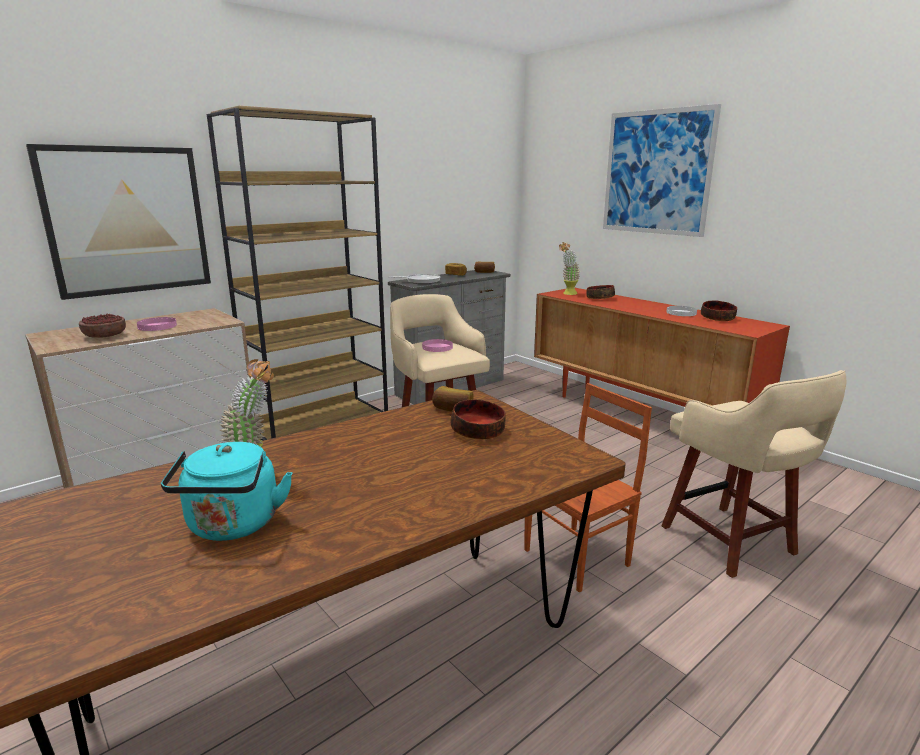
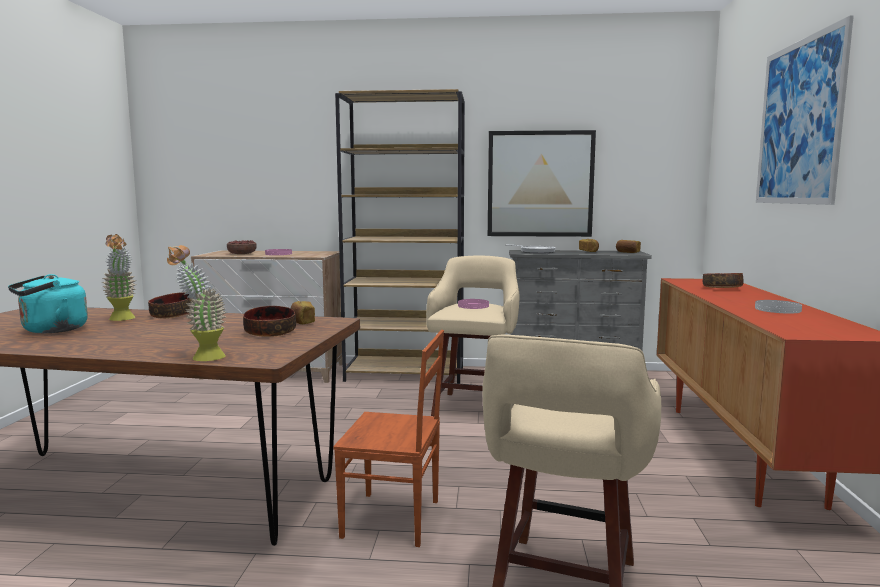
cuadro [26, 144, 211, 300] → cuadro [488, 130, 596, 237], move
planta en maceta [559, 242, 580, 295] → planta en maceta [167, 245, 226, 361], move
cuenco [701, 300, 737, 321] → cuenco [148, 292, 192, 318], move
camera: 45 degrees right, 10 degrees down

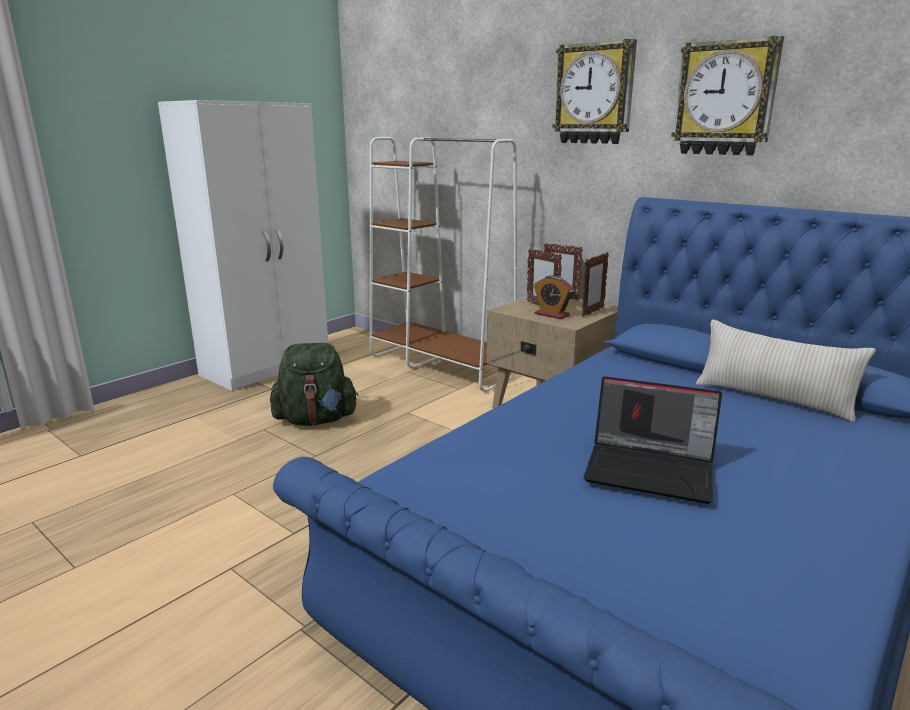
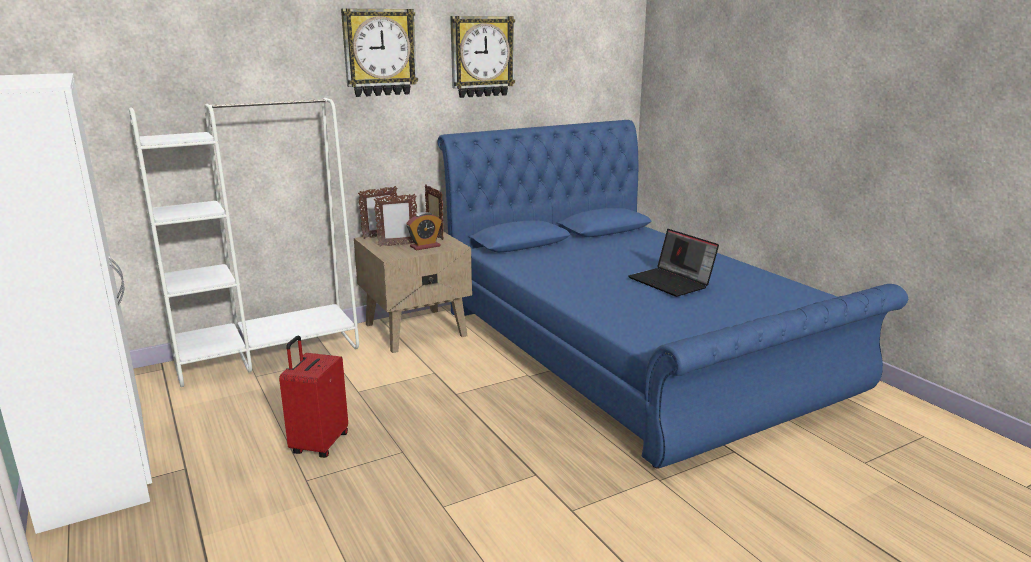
cojín/beis [696, 320, 876, 422] → -
mochila/verde [270, 343, 358, 426] → maleta/rojo [279, 336, 348, 458]
perchero/marrón [370, 137, 517, 392] → perchero/blanco [129, 98, 359, 387]
portátil [583, 376, 722, 504] → portátil [628, 229, 719, 297], 105 degrees clockwise
camera: 70 degrees left, 0 degrees up

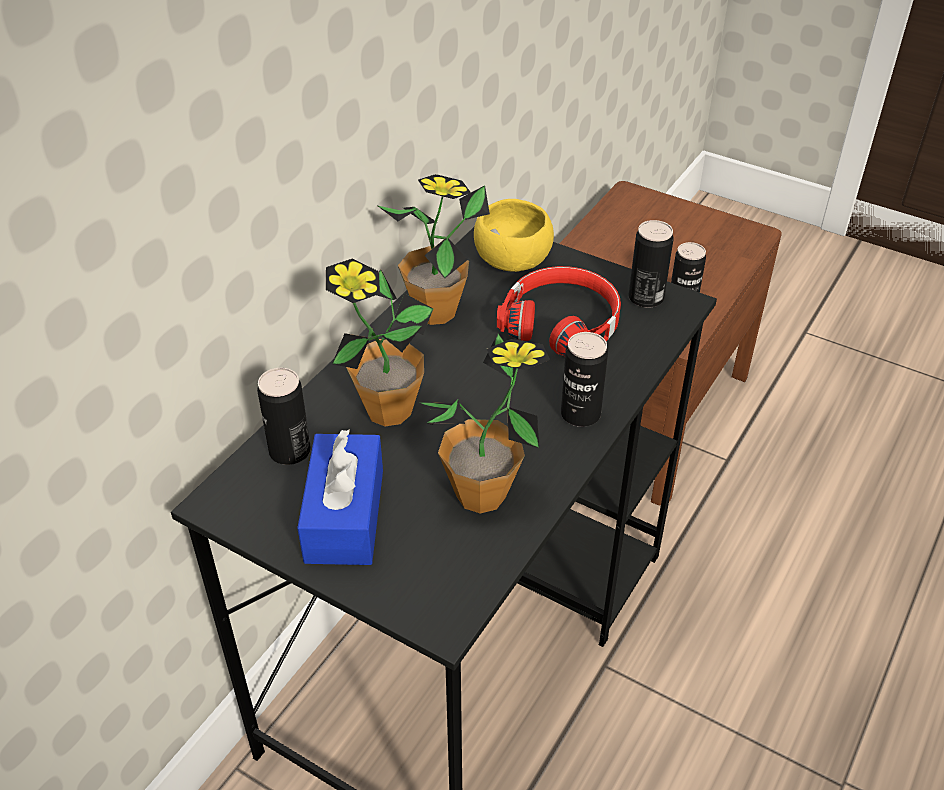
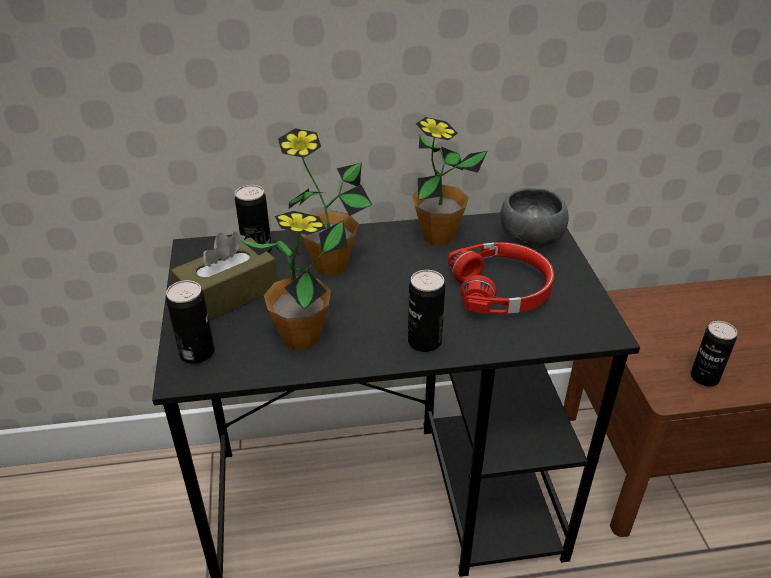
lata [629, 220, 674, 308] → lata [166, 280, 215, 364], move
caja de pañuelos/azul [298, 429, 383, 565] → caja de pañuelos/marrón [171, 232, 278, 320]
cuenco/amarillo [474, 199, 554, 272] → cuenco/gris [500, 188, 569, 248]
camera: 50 degrees right, 5 degrees down

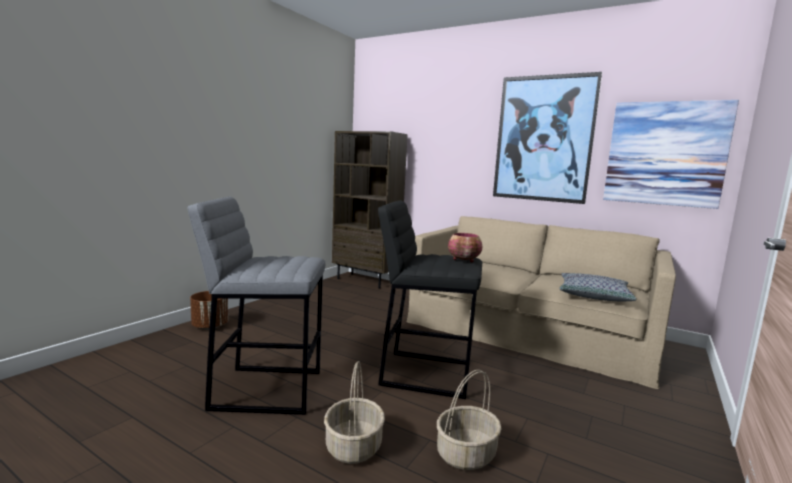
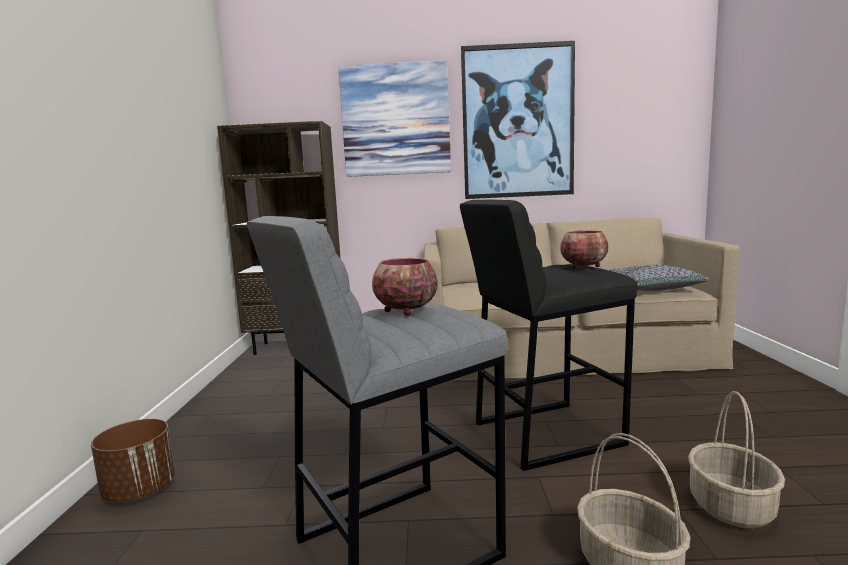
- → cuenco [372, 258, 437, 316]
cuadro [603, 100, 739, 209] → cuadro [338, 60, 451, 177], move
camera: 30 degrees left, 0 degrees up

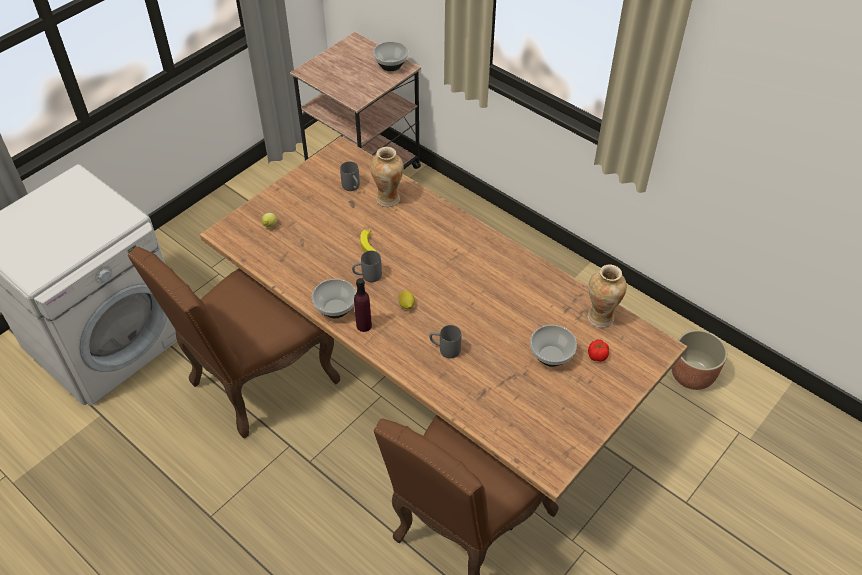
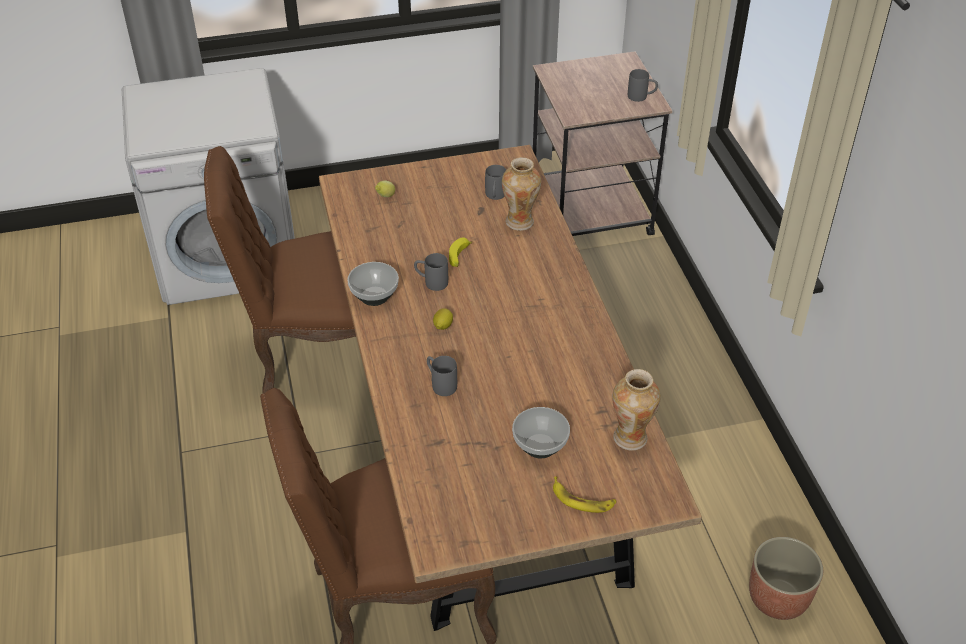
botella/morado [354, 278, 372, 332] → -
tomate [588, 339, 609, 362] → -
- → plátano [553, 477, 616, 513]
cuenco [373, 41, 408, 71] → taza grande/gris [628, 69, 658, 102]
camera: 35 degrees right, 5 degrees down

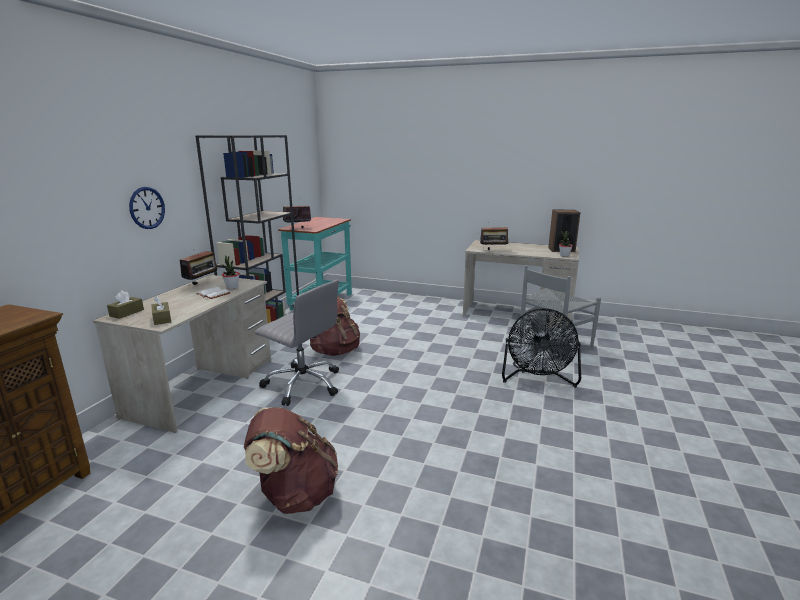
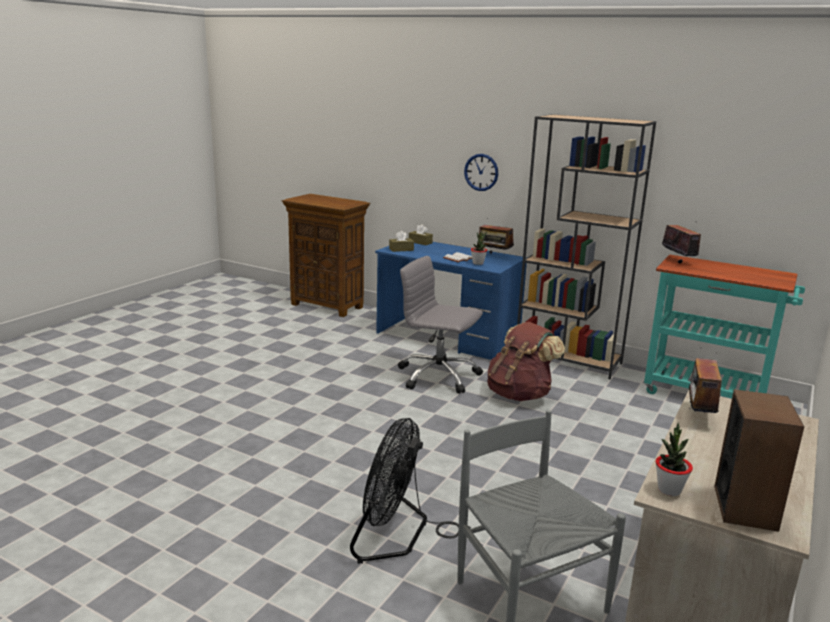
mochila/marrón [244, 407, 338, 514] → -
escritorio/beis [93, 275, 271, 433] → escritorio/azul [375, 242, 527, 360]
silla de oficina/gris [255, 280, 339, 406] → silla de oficina/gris [398, 256, 483, 394], 75 degrees clockwise
camera: 100 degrees right, 0 degrees up

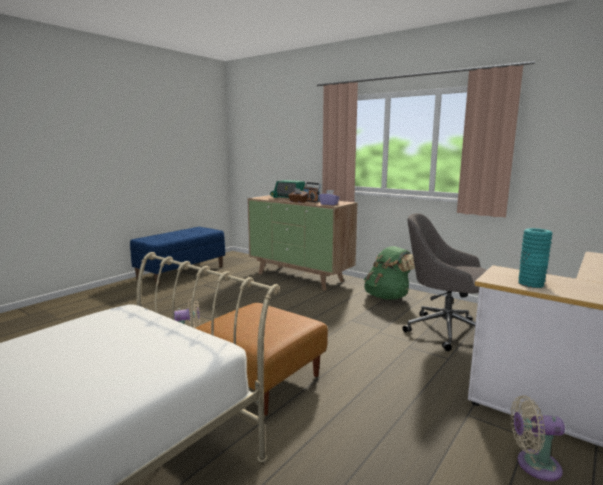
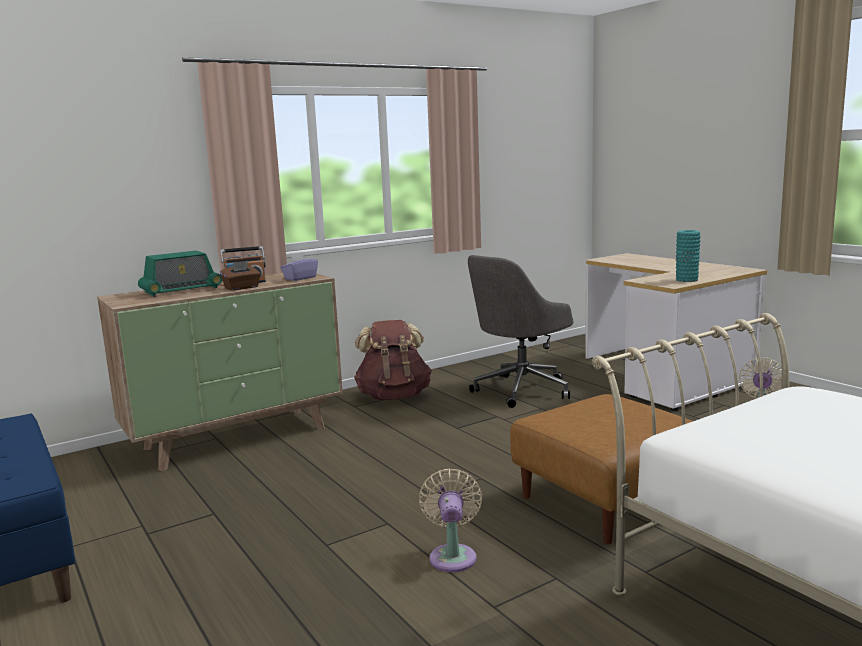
mochila/verde [364, 246, 415, 300] → mochila/marrón [354, 320, 432, 400]
camera: 70 degrees left, 0 degrees up

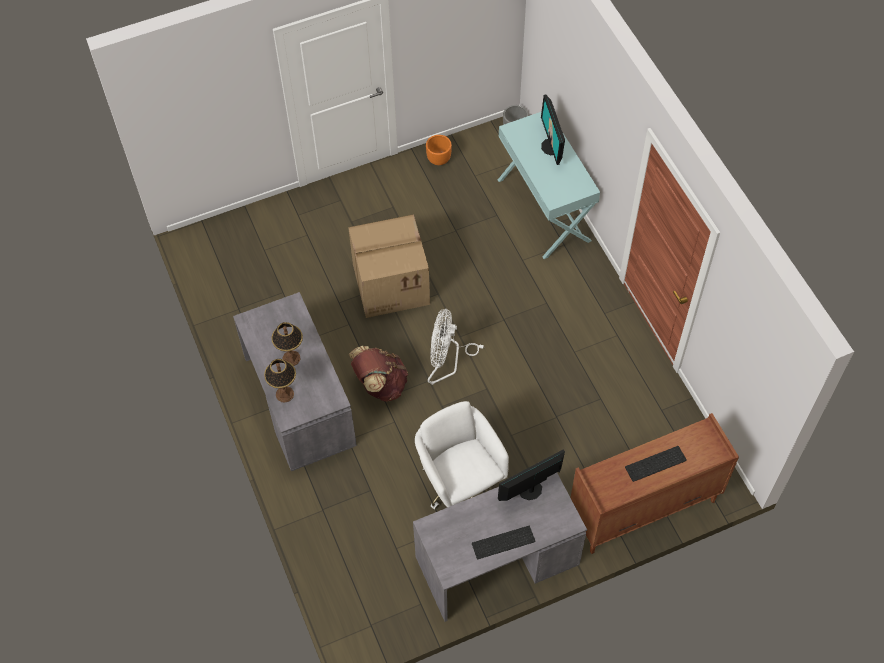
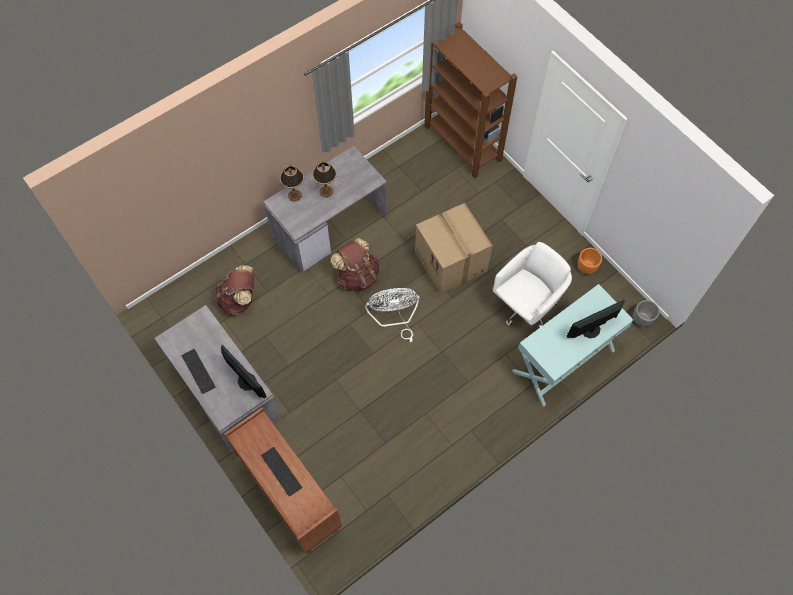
- → mochila/marrón [215, 265, 254, 316]
- → estantería/marrón [424, 22, 517, 178]
silla de oficina/blanco [415, 401, 509, 510] → silla de oficina/blanco [493, 242, 572, 329], move
camera: 75 degrees right, 5 degrees up

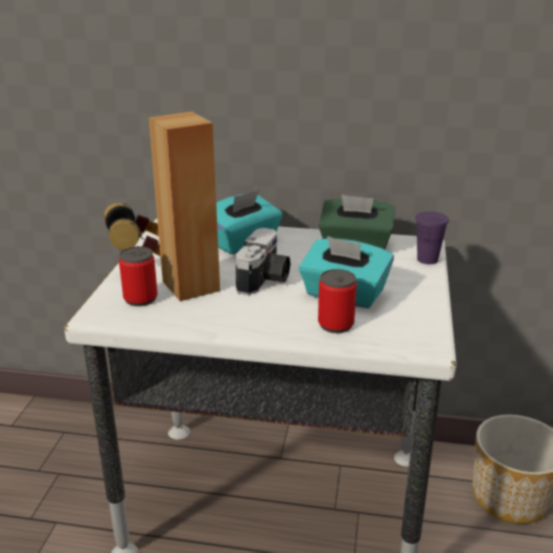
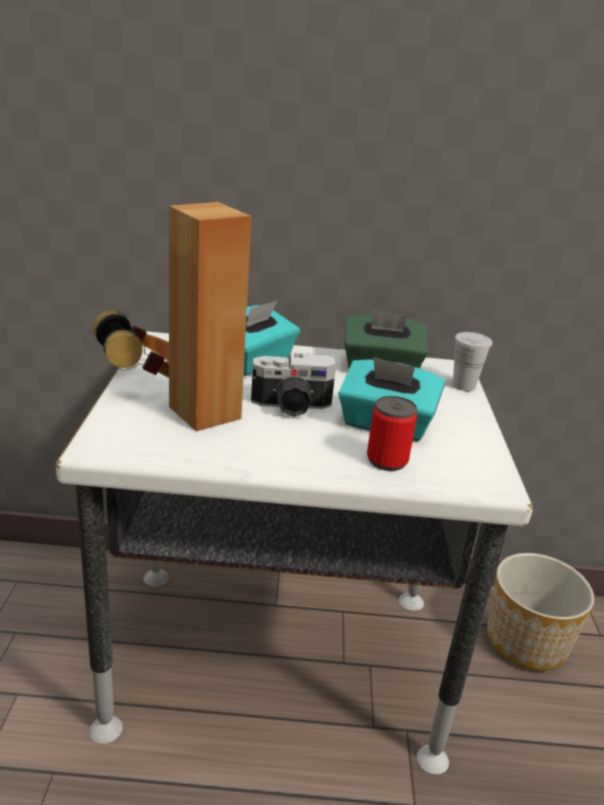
lata [119, 246, 157, 306] → -
taza/morado [415, 211, 449, 264] → taza/blanco [452, 332, 493, 391]
cámara [236, 227, 291, 295] → cámara [251, 353, 336, 417], 75 degrees clockwise
camera: 10 degrees left, 0 degrees up

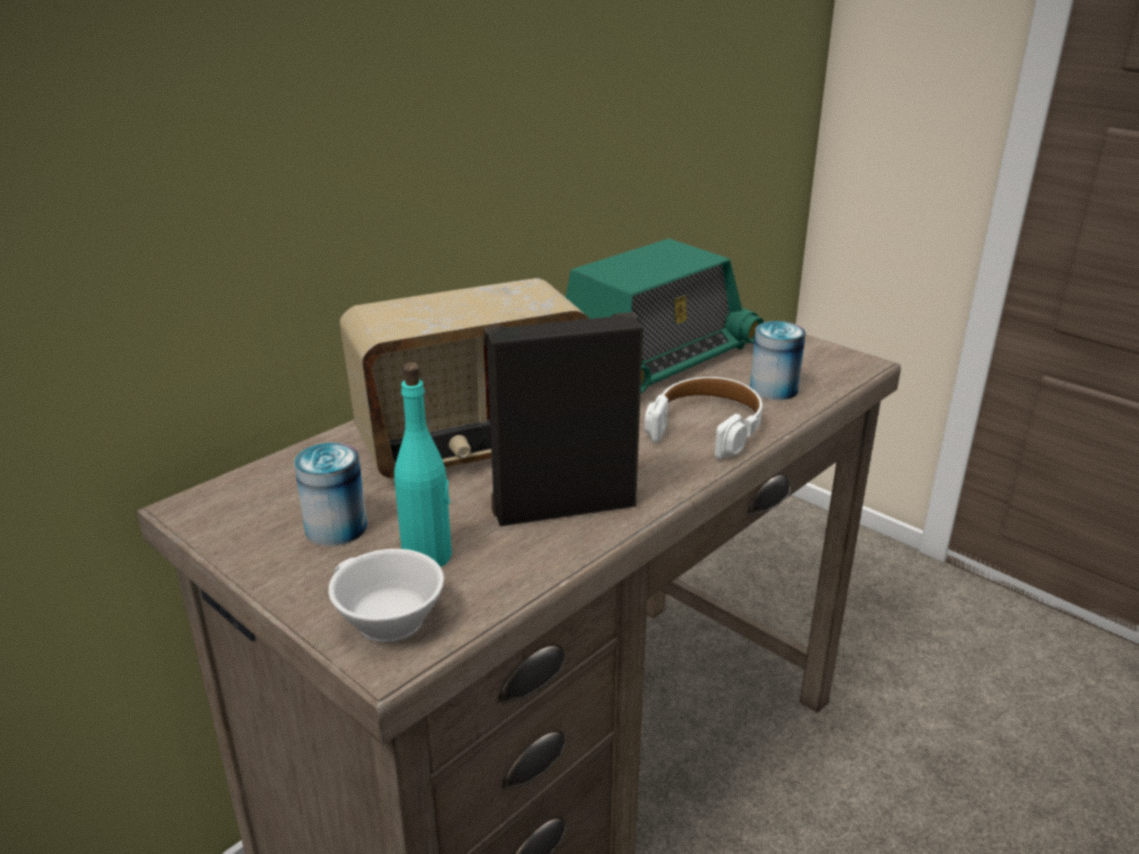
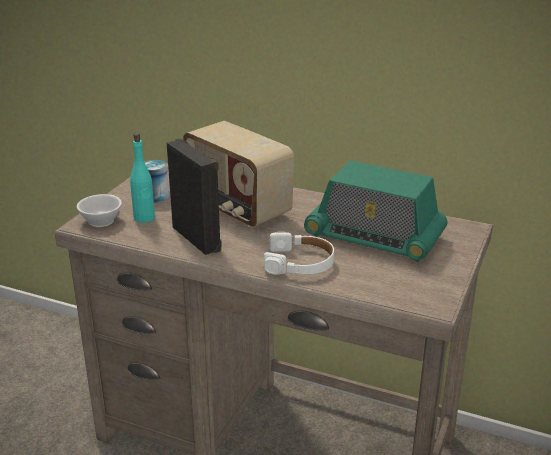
lata [750, 321, 806, 400] → -
camera: 70 degrees right, 0 degrees up

